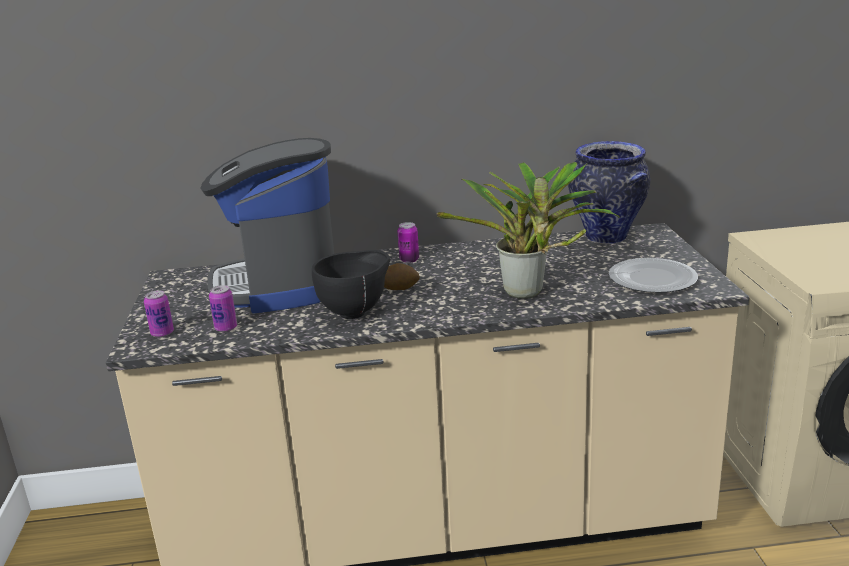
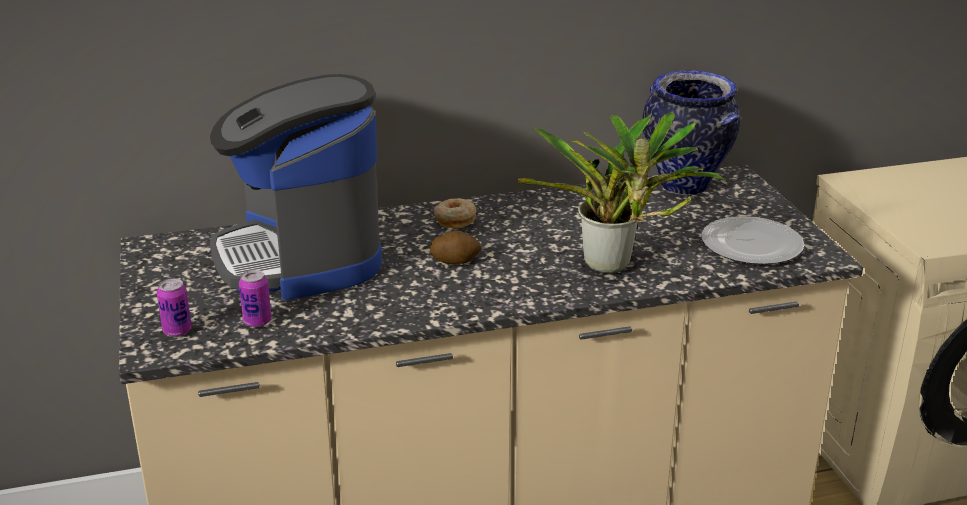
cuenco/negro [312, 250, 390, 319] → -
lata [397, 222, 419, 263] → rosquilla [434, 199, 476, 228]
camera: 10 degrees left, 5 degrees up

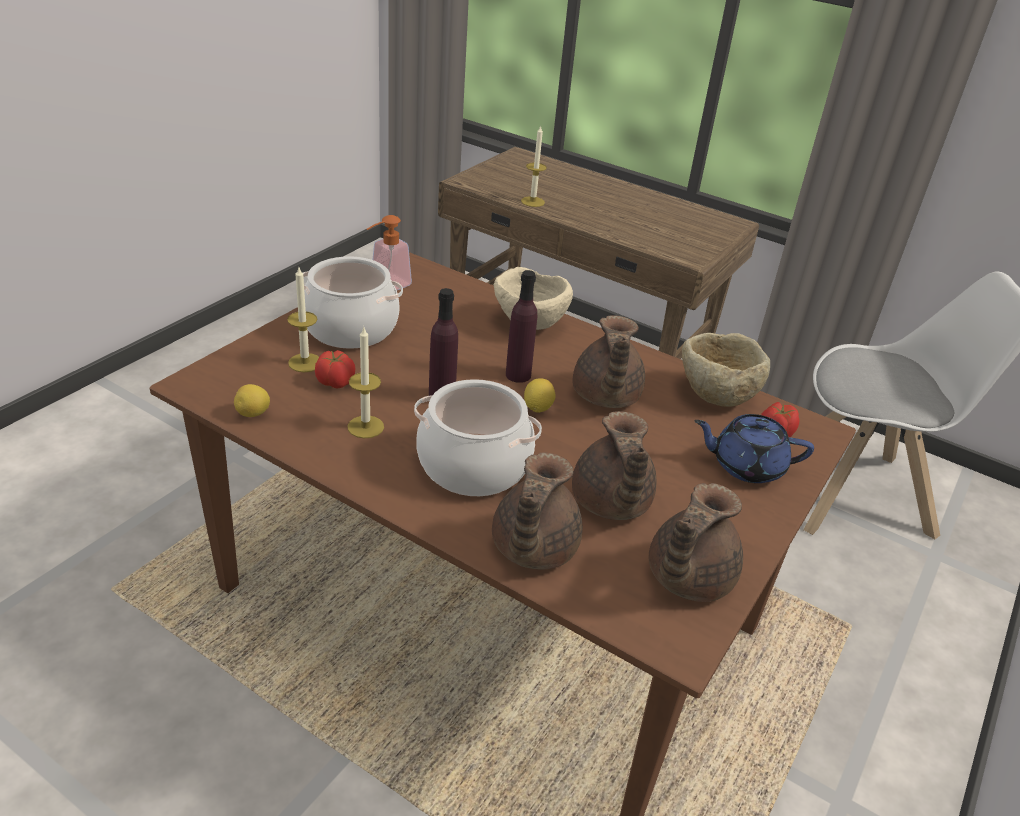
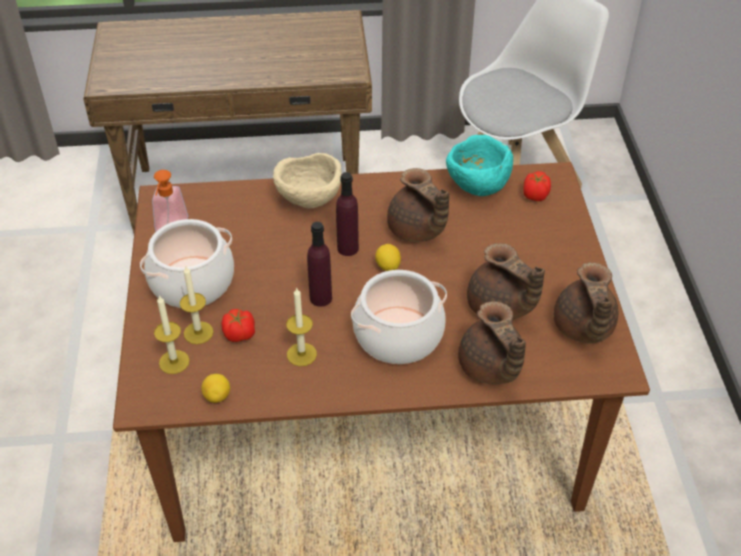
tetera/azul [694, 414, 814, 483] → -
vela [521, 125, 547, 207] → vela [154, 295, 190, 374], move
cuenco/beis [682, 333, 770, 407] → cuenco/turquesa [446, 135, 513, 196]
camera: 35 degrees left, 10 degrees up

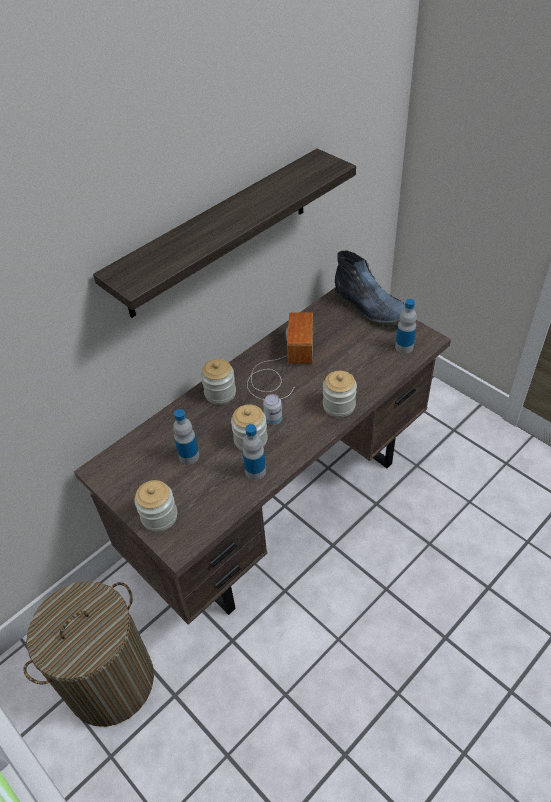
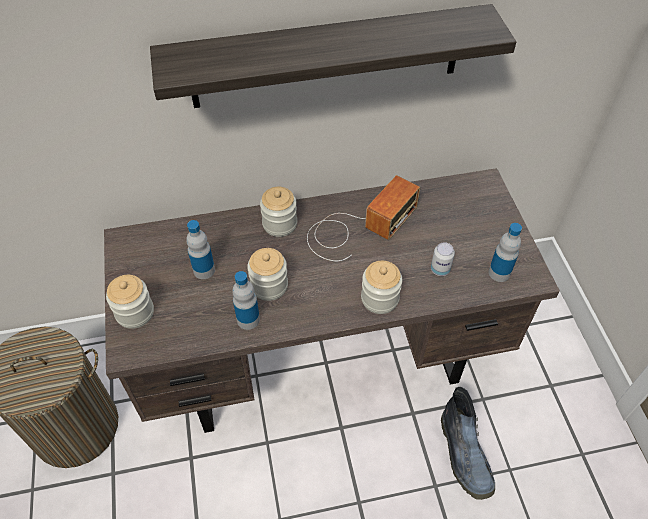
lata [263, 394, 282, 425] → lata [431, 242, 455, 276], move
bota [335, 251, 405, 327] → bota [441, 387, 495, 500], move
camera: 30 degrees right, 5 degrees up

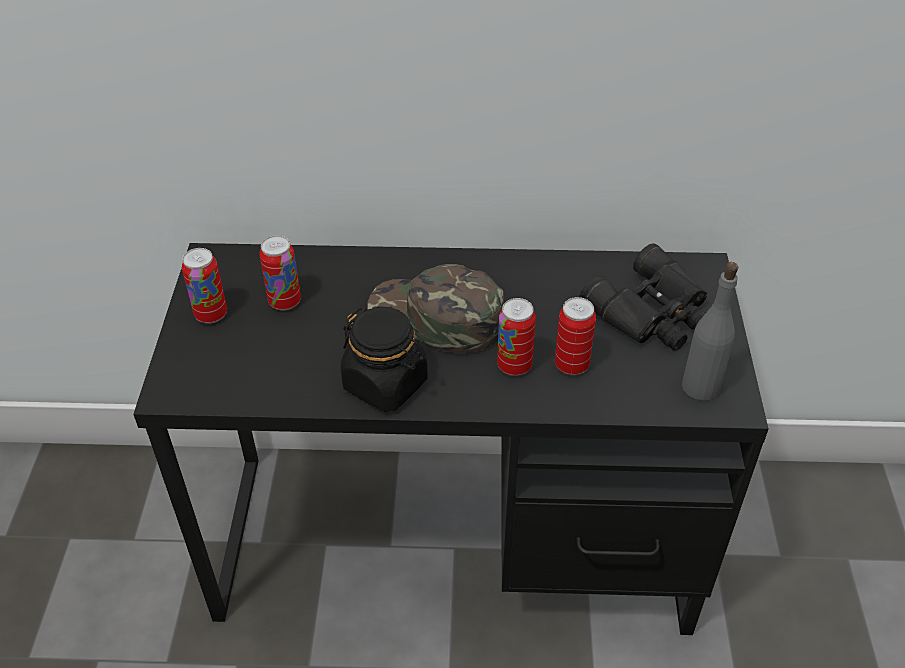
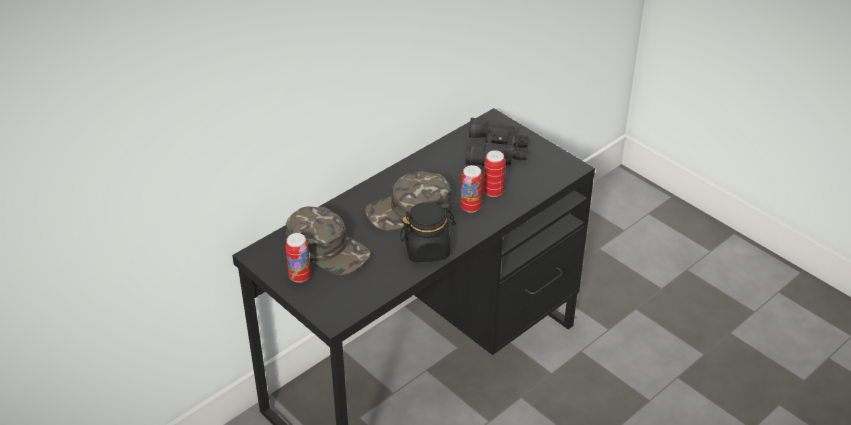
botella/gris [682, 262, 738, 401] → -
lata [259, 235, 301, 310] → gorra/verde [286, 206, 371, 275]
camera: 45 degrees left, 5 degrees down

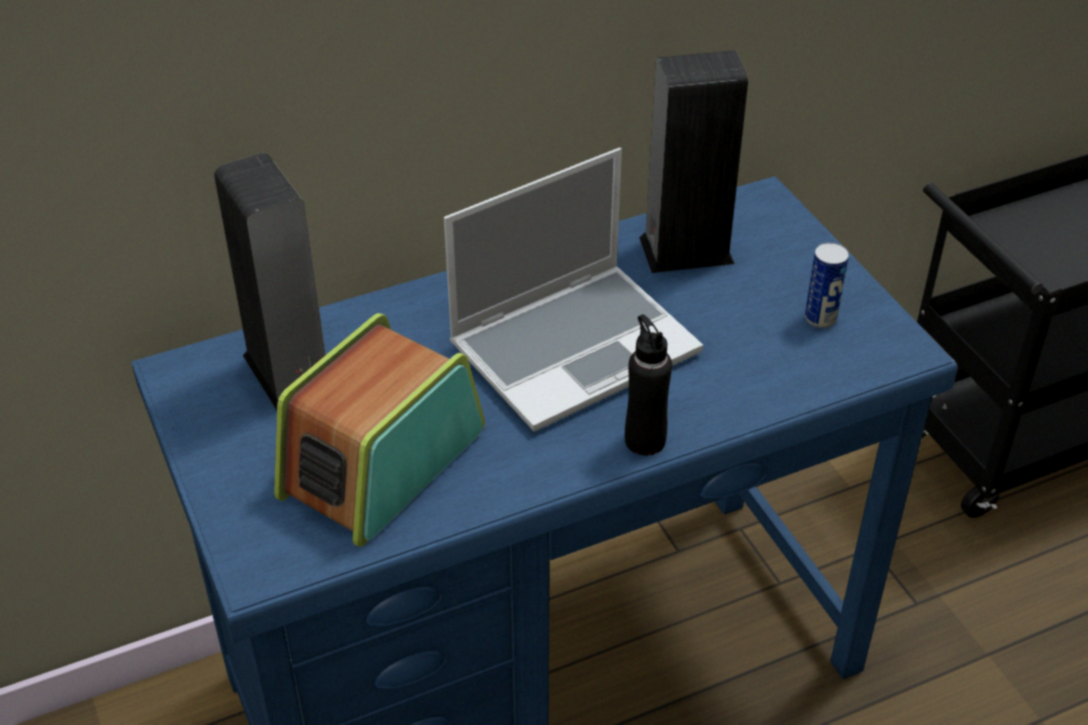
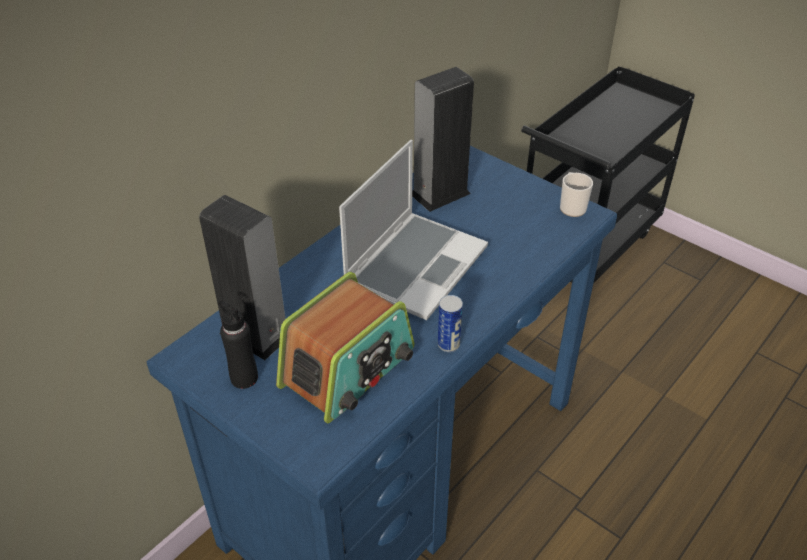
- → taza grande [560, 172, 593, 217]
botella/negro [625, 315, 672, 455] → botella/negro [218, 301, 258, 389], move
lata [805, 242, 849, 328] → lata [438, 295, 463, 352], move
radio [274, 313, 485, 547] → radio [276, 272, 414, 424], 150 degrees counterclockwise
camera: 25 degrees left, 0 degrees up

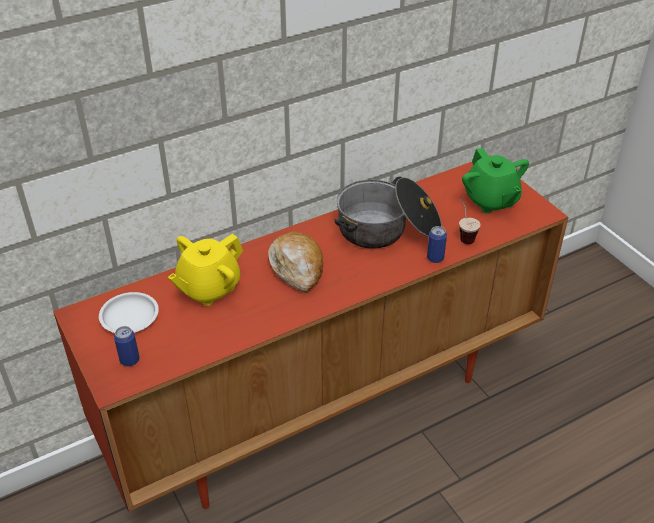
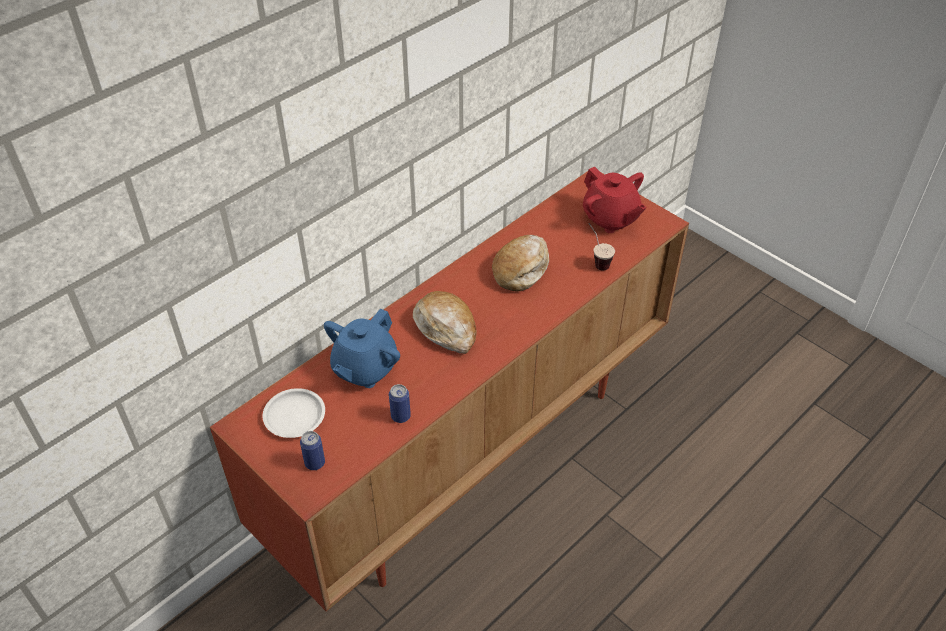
lata [427, 226, 447, 263] → lata [389, 384, 411, 423], move
olla [334, 177, 442, 249] → pan [492, 235, 549, 292]
tetera/amarillo [168, 234, 243, 306] → tetera/azul [324, 308, 400, 388]
tetera/verde [462, 148, 529, 213] → tetera/rojo [583, 167, 647, 233]
camera: 15 degrees left, 5 degrees up

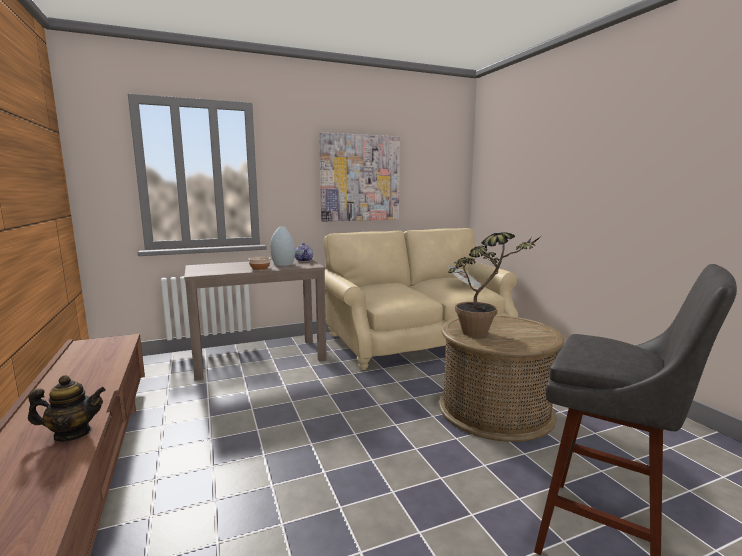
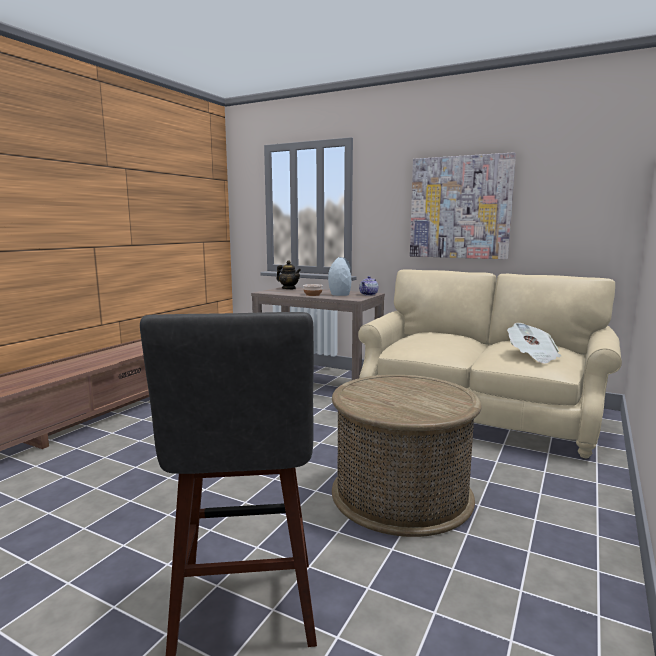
planta en maceta [448, 232, 540, 337] → -
tetera [28, 375, 106, 442] → tetera [276, 260, 301, 289], move
camera: 50 degrees right, 0 degrees up

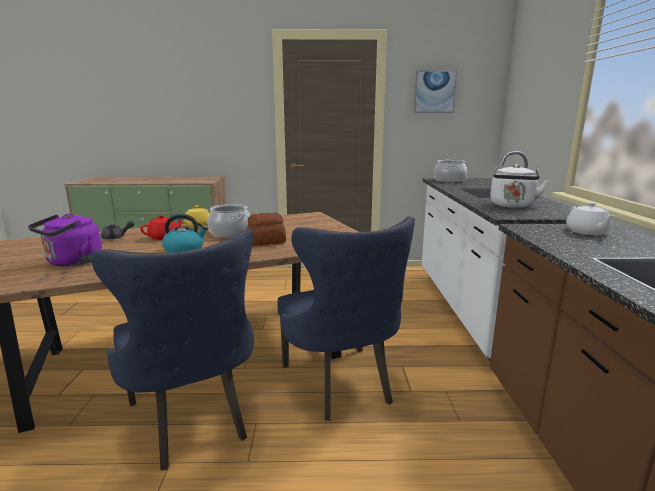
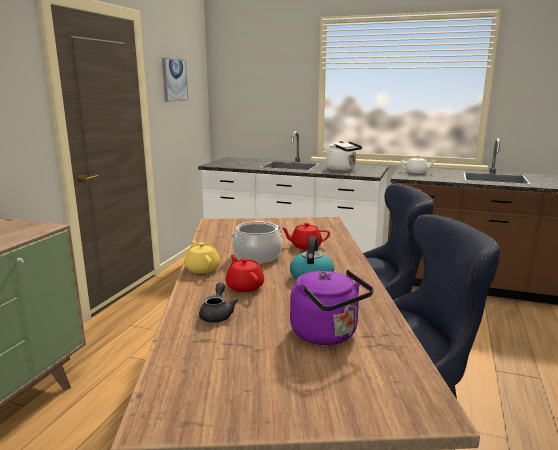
olla [434, 160, 467, 182] → -
pan [247, 213, 286, 246] → tetera/rojo [282, 223, 330, 249]
camera: 70 degrees left, 0 degrees up

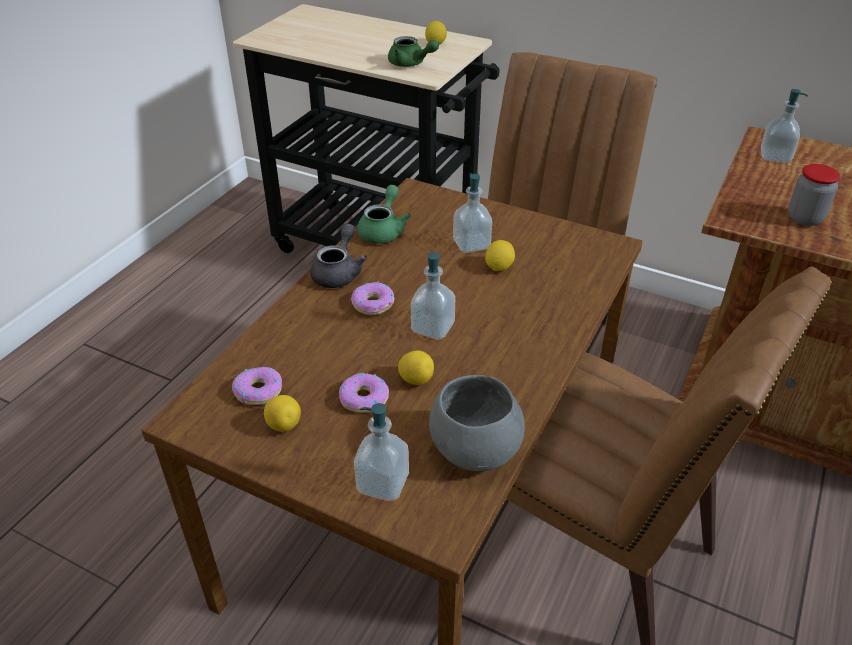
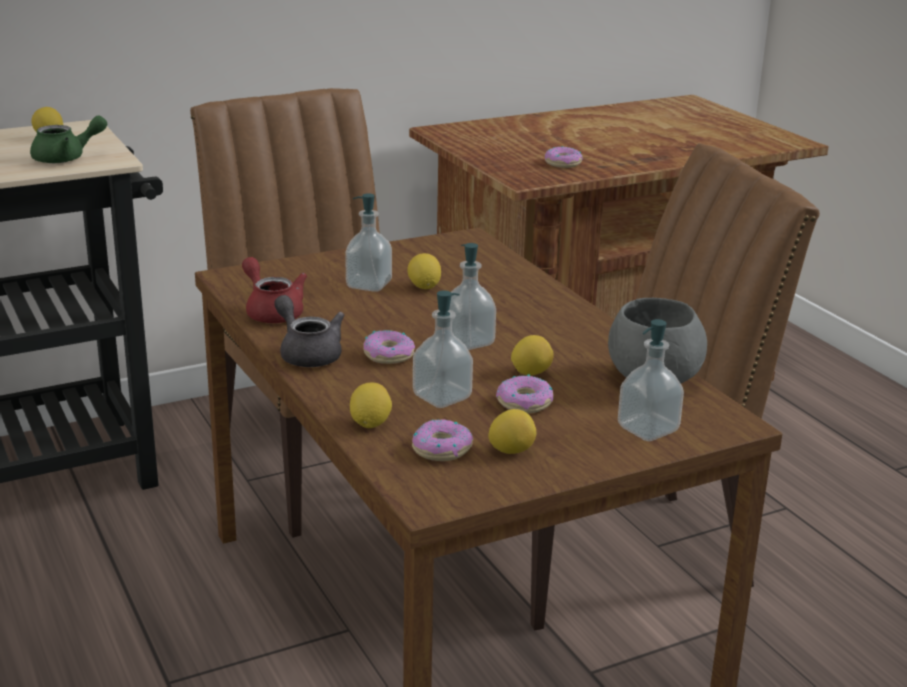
- → limón [350, 383, 392, 428]
dispensador de jabón [761, 89, 808, 163] → dispensador de jabón [413, 290, 473, 408], move
tarro [788, 164, 840, 226] → rosquilla [545, 146, 583, 168]
tetera/verde [357, 185, 411, 244] → tetera/rojo [242, 257, 307, 323]
camera: 55 degrees left, 15 degrees down

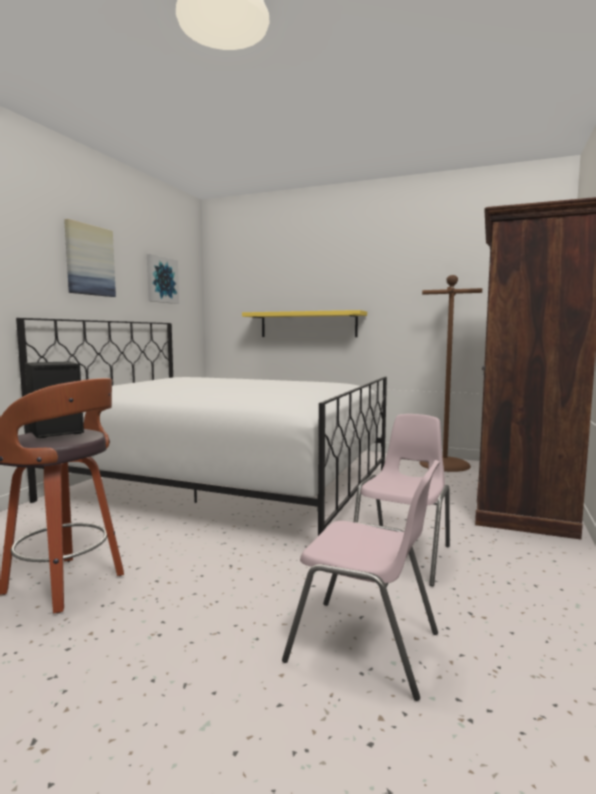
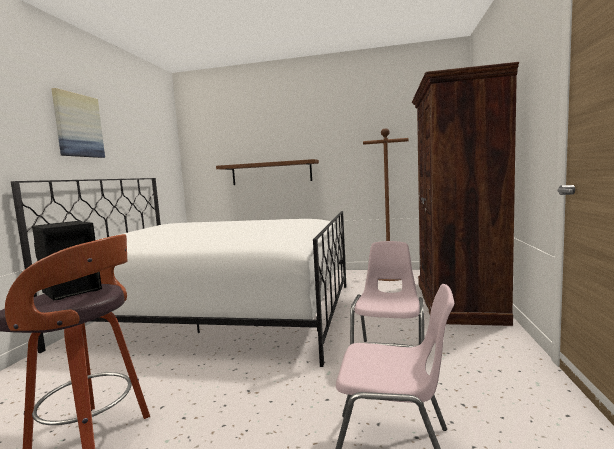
cuadro [147, 254, 179, 304] → -
estante/amarillo [242, 310, 367, 337] → estante/marrón [216, 159, 319, 185]
camera: 10 degrees left, 0 degrees up

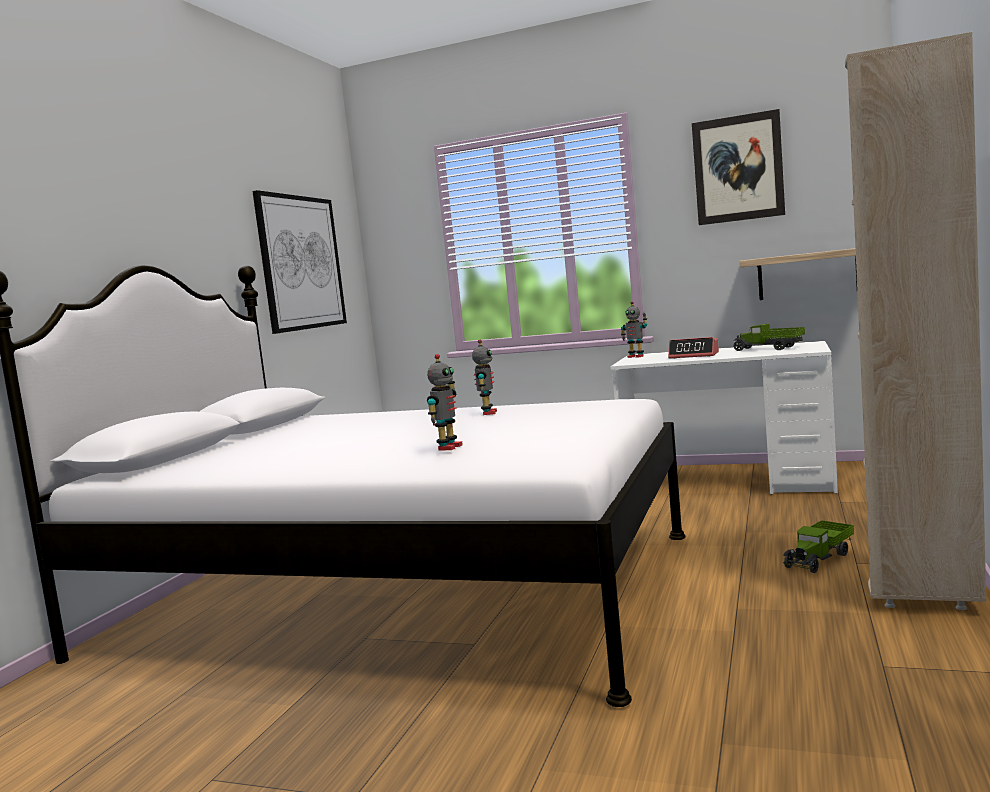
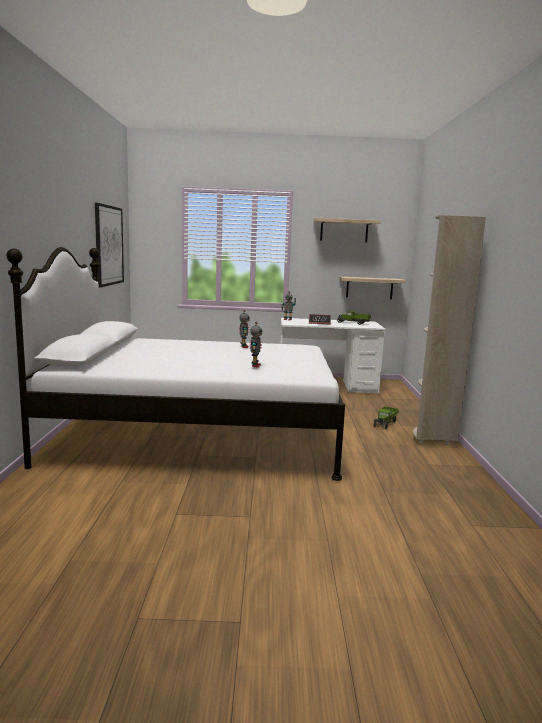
cuadro [692, 109, 785, 225] → estante [313, 218, 381, 242]
camera: 20 degrees left, 5 degrees up

